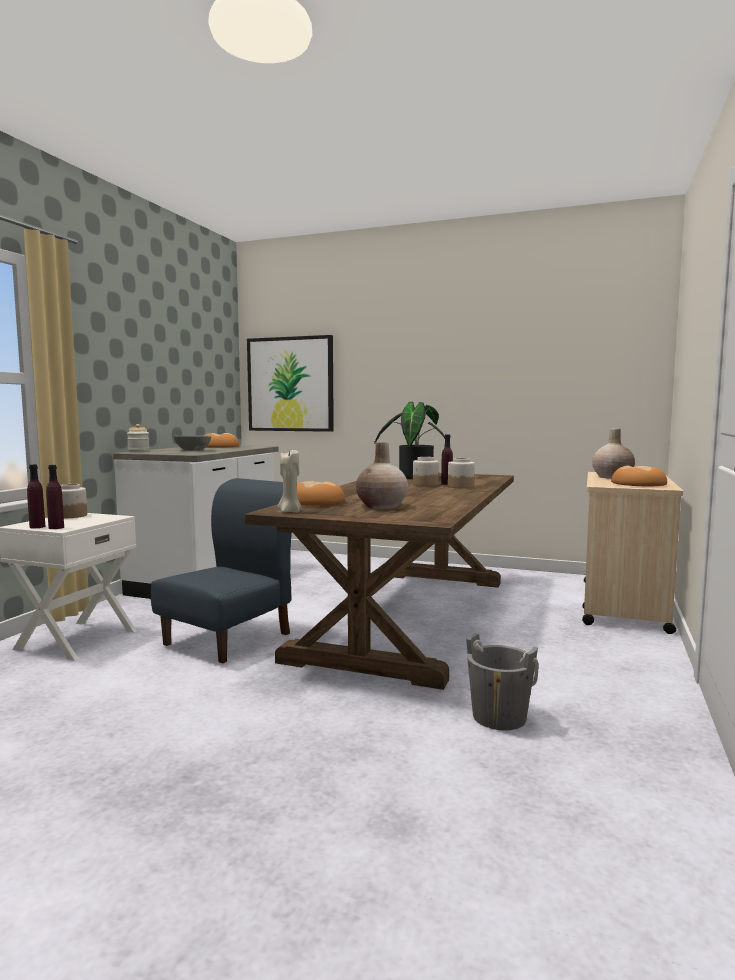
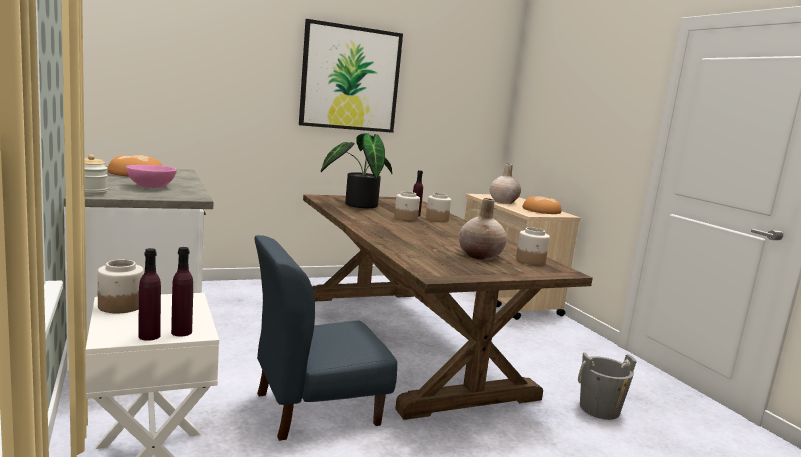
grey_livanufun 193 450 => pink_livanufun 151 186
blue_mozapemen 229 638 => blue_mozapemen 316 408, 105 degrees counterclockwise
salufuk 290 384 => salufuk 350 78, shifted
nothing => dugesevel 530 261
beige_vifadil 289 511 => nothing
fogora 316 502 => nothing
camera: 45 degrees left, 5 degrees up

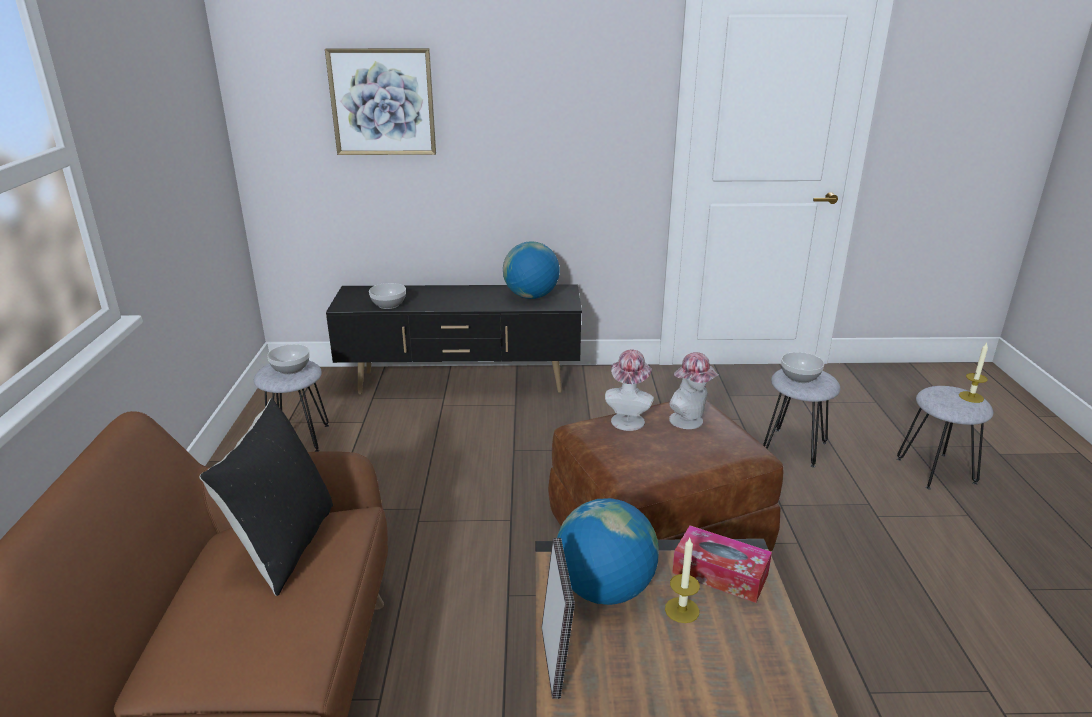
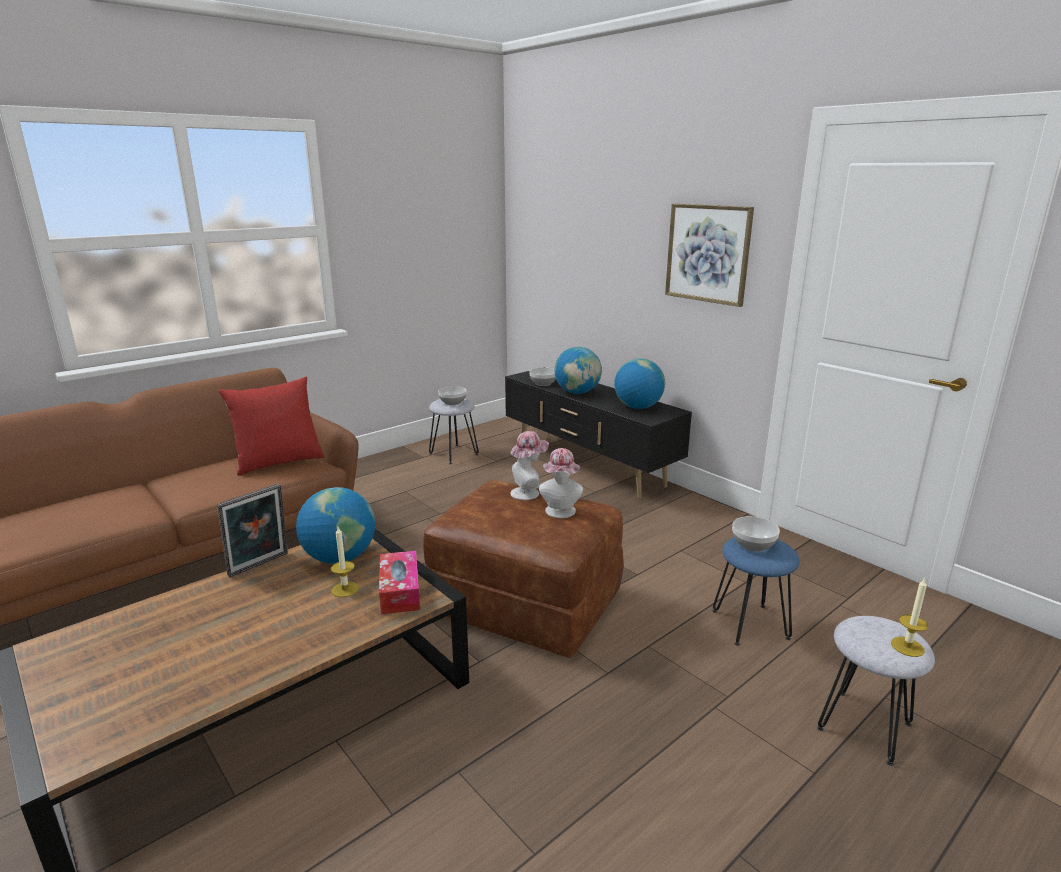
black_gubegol 284 545 => red_gubegol 278 462
nothing => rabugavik 577 392
salufuk 382 102 => salufuk 708 253, shifted
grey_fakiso 795 447 => blue_fakiso 750 625
camera: 50 degrees right, 5 degrees down

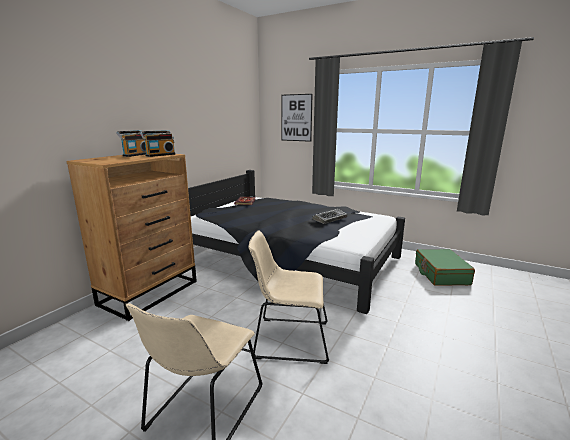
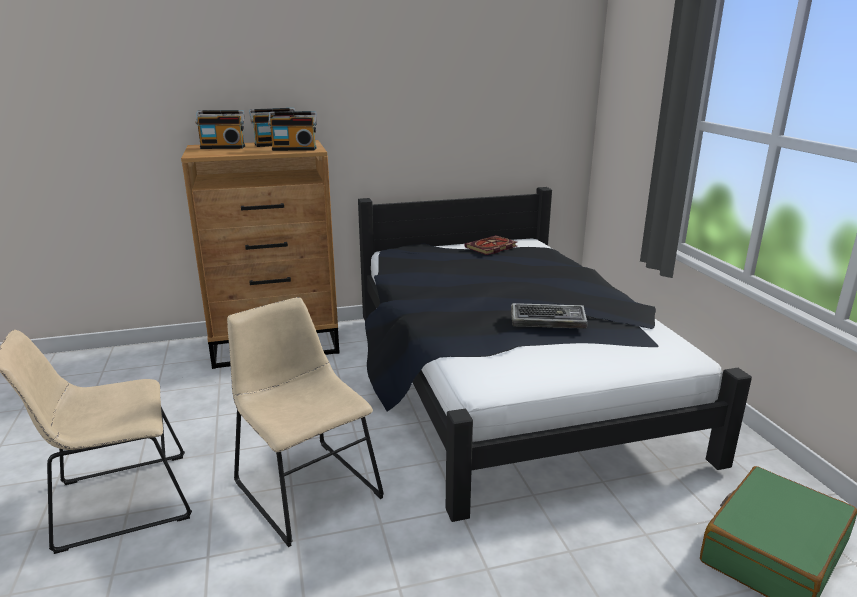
nothing => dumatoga 223 147
salufuk 296 118 => nothing
camera: 45 degrees right, 5 degrees up

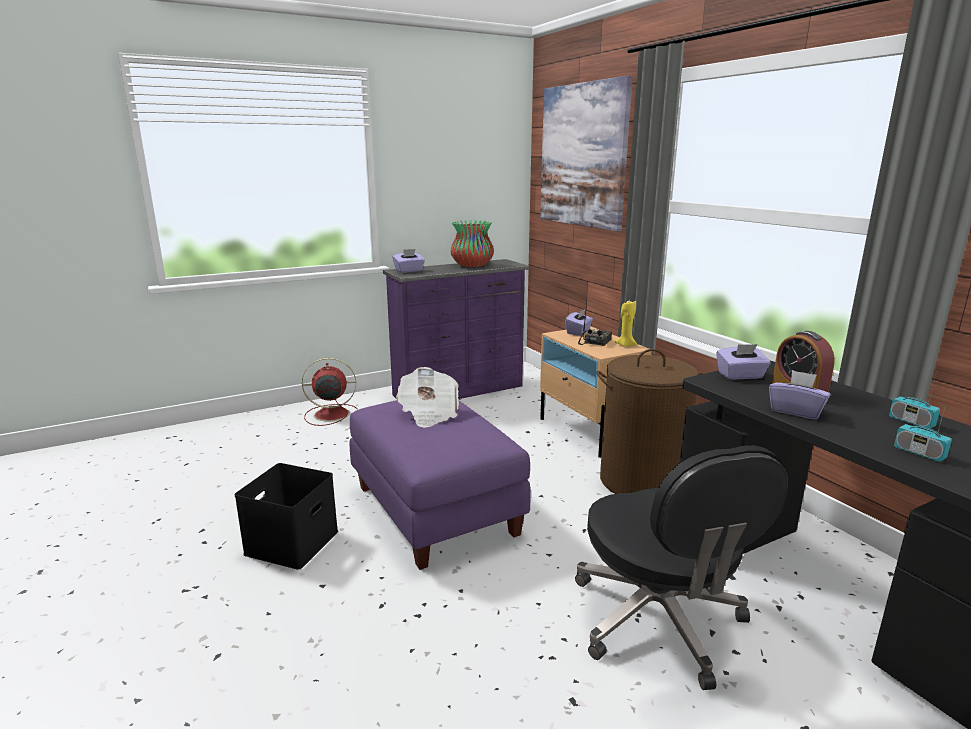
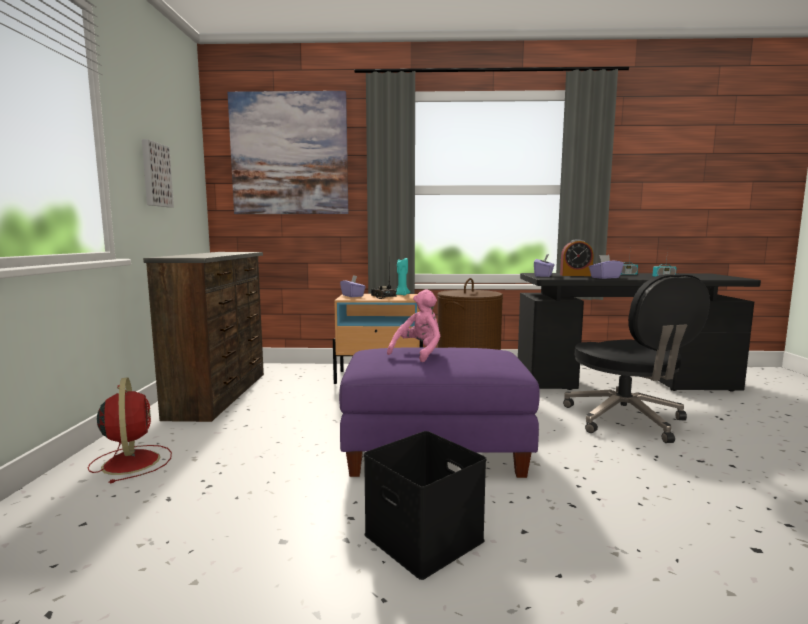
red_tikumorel 330 414 => red_tikumorel 131 461, 135 degrees clockwise
nothing => salufuk 155 175
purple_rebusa 460 391 => brown_rebusa 221 394
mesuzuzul 428 413 => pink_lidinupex 419 353
yellow_vifadil 625 345 => turquoise_vifadil 402 294
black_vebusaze 659 622 => black_vebusaze 626 420, 60 degrees clockwise
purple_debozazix 409 271 => nothing
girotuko 472 265 => nothing
camera: 60 degrees left, 10 degrees down

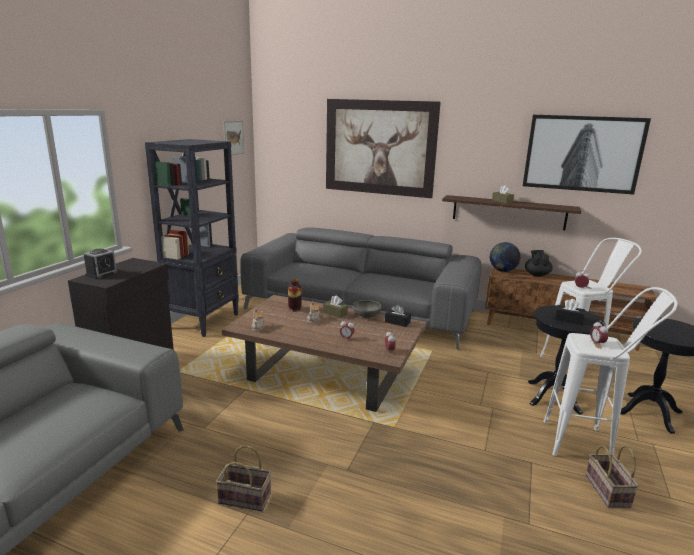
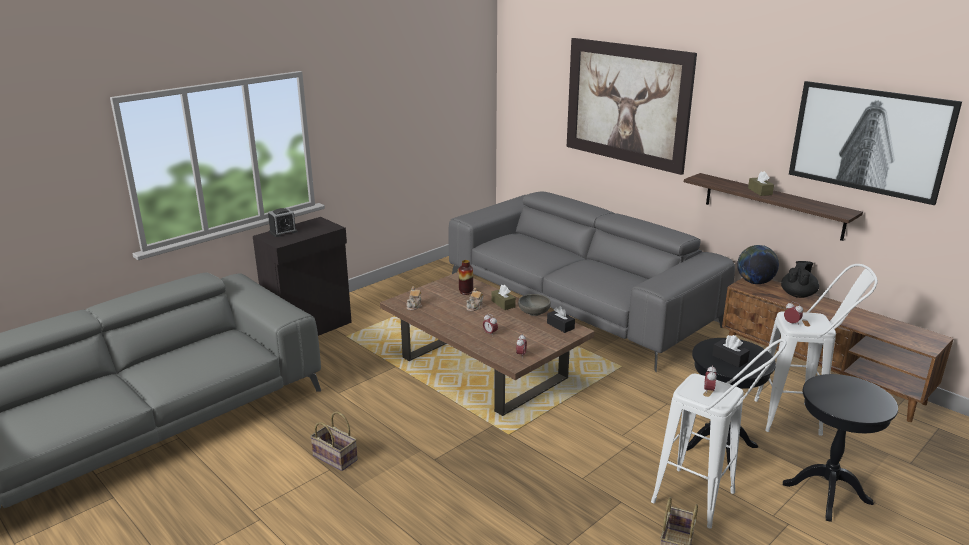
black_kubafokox 204 321 => nothing
salufuk 233 137 => nothing
camera: 25 degrees right, 5 degrees up

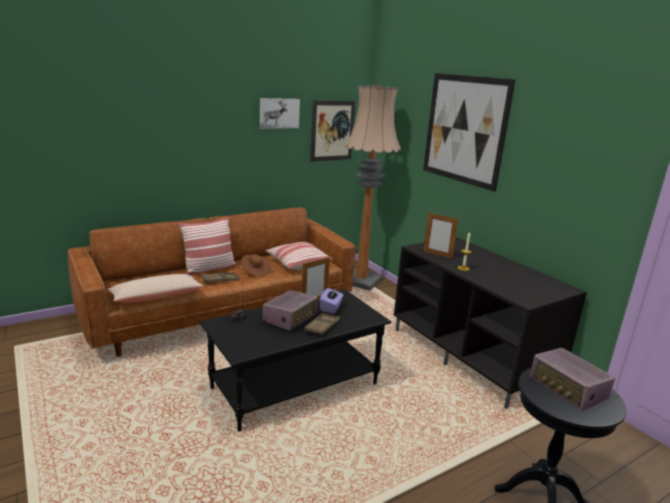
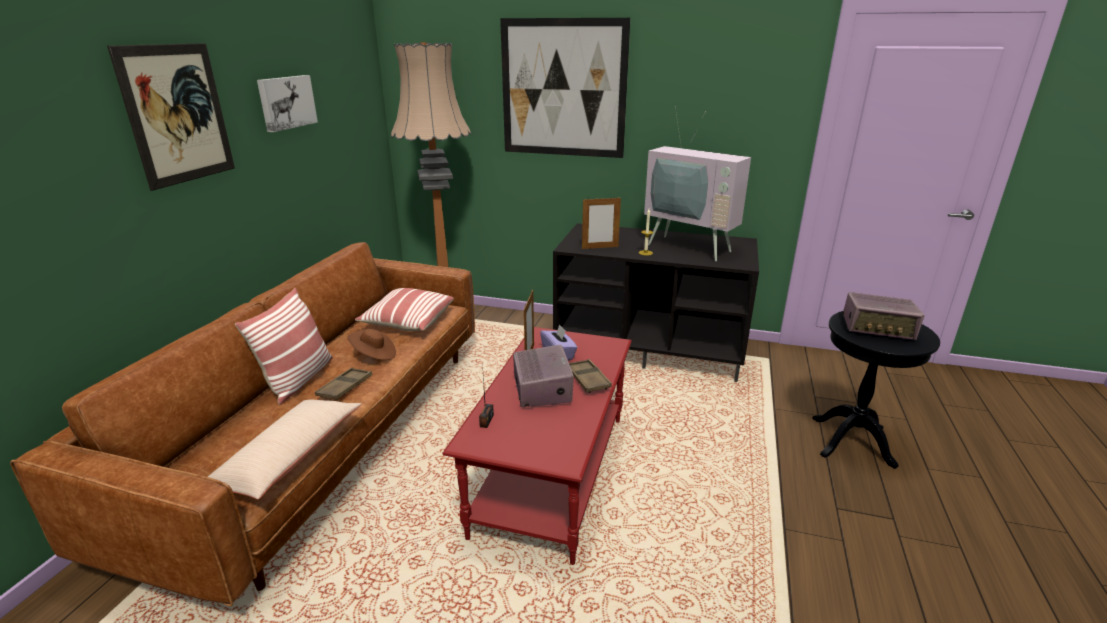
salufuk 332 131 => salufuk 177 114, shifted
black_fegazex 295 386 => red_fegazex 551 472
nothing => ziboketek 692 246
camera: 40 degrees left, 5 degrees up

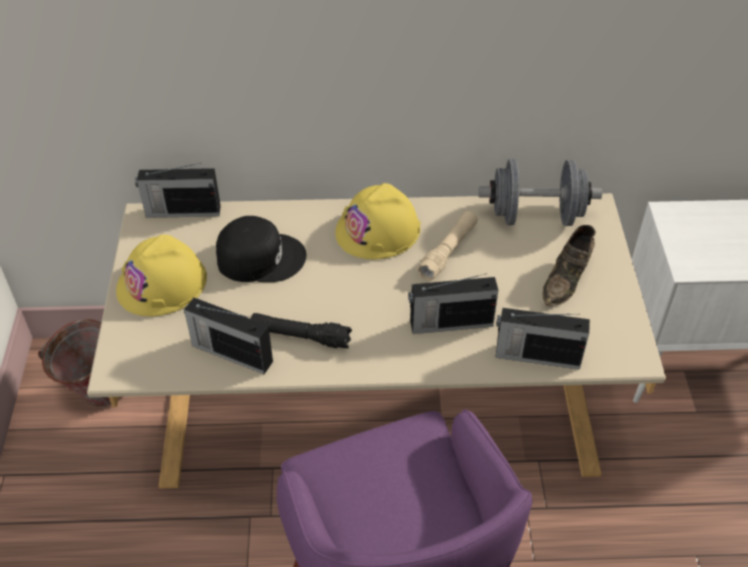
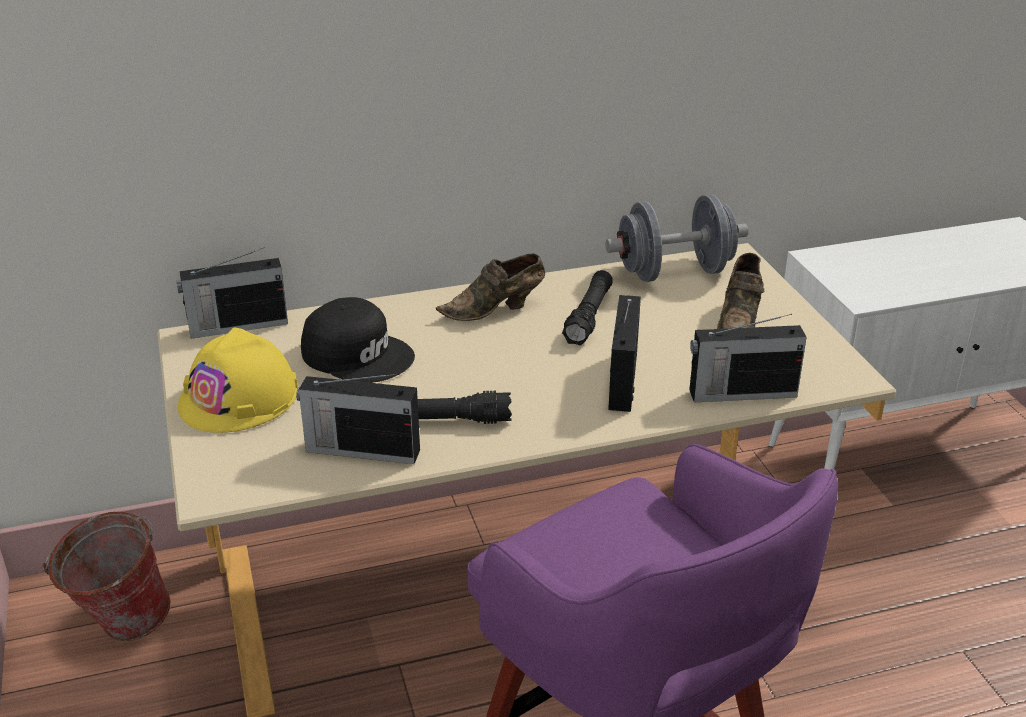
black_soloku 260 256 => black_soloku 358 354, 45 degrees clockwise
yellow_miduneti 378 230 => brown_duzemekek 495 310
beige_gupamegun 448 251 => black_gupamegun 589 316
dumatoga 449 323 => dumatoga 623 380, 120 degrees clockwise
camera: 15 degrees left, 15 degrees down

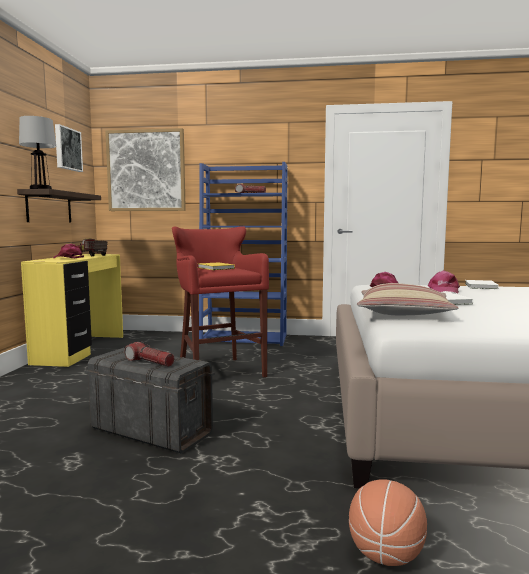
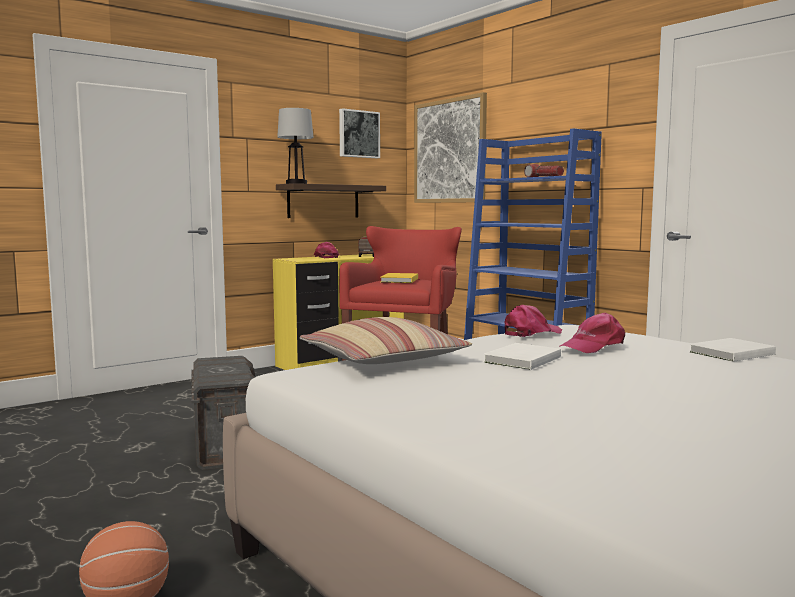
gupamegun 150 362 => nothing
camera: 45 degrees right, 0 degrees up

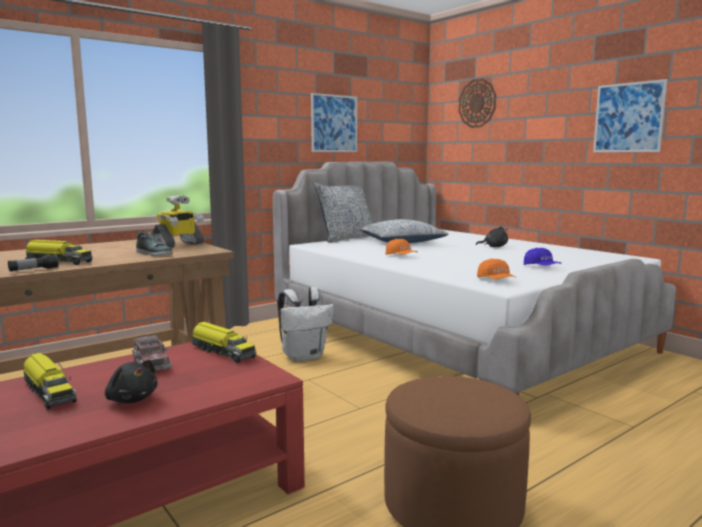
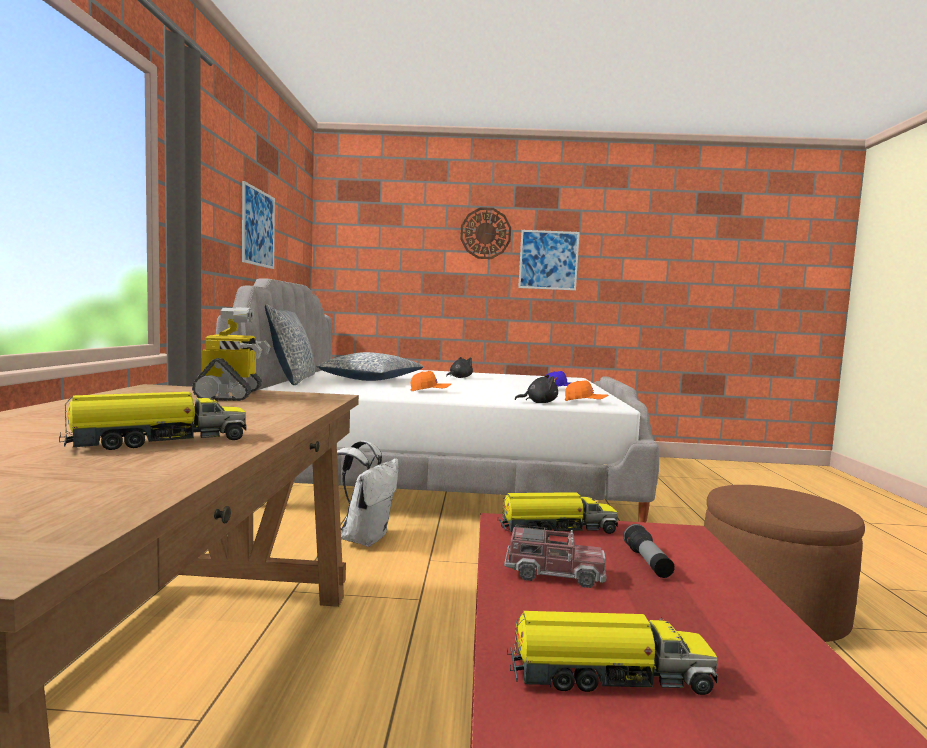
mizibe 477 103 => mizibe 485 233, shifted
black_lidinupex 131 399 => black_lidinupex 539 402, shifted
gupamegun 34 270 => gupamegun 647 563, shifted
duzemekek 155 254 => nothing
camera: 50 degrees left, 5 degrees down

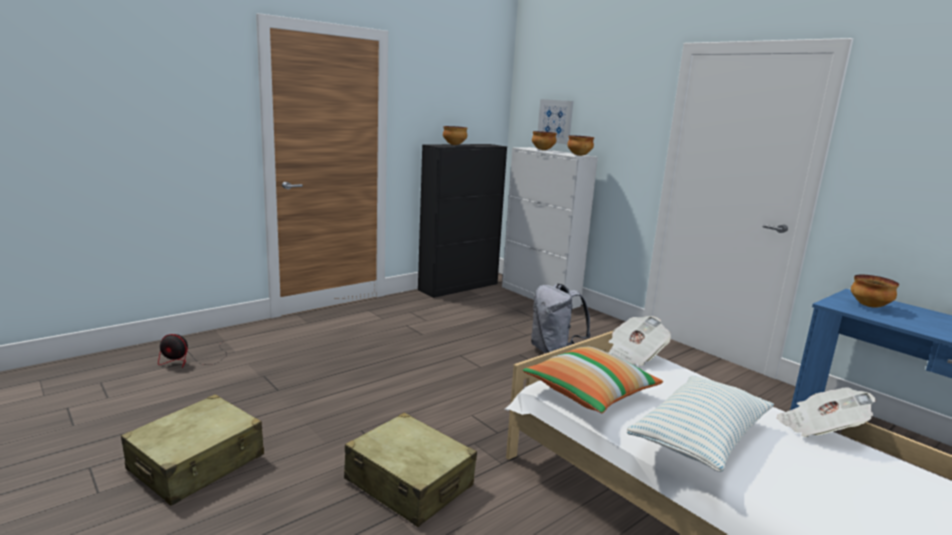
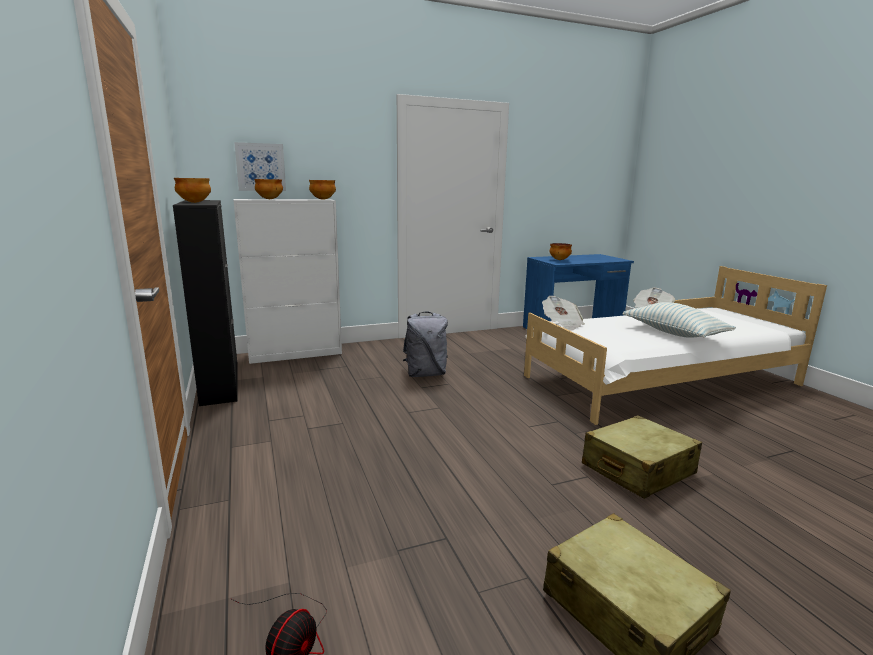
gubegol 590 393 => nothing
camera: 70 degrees left, 0 degrees up

